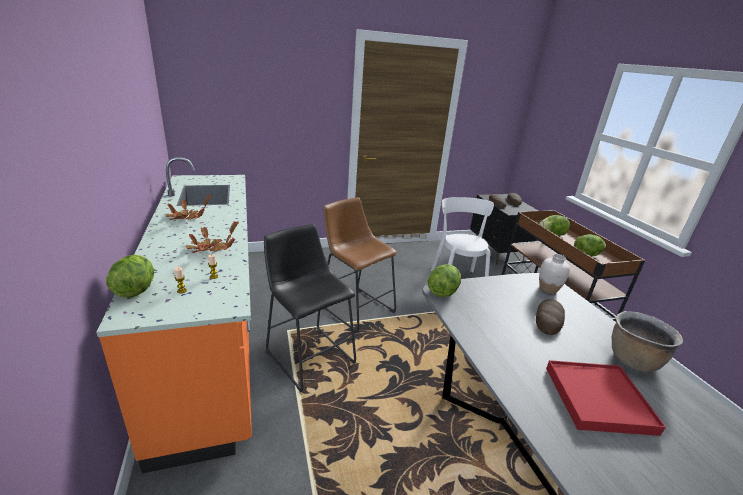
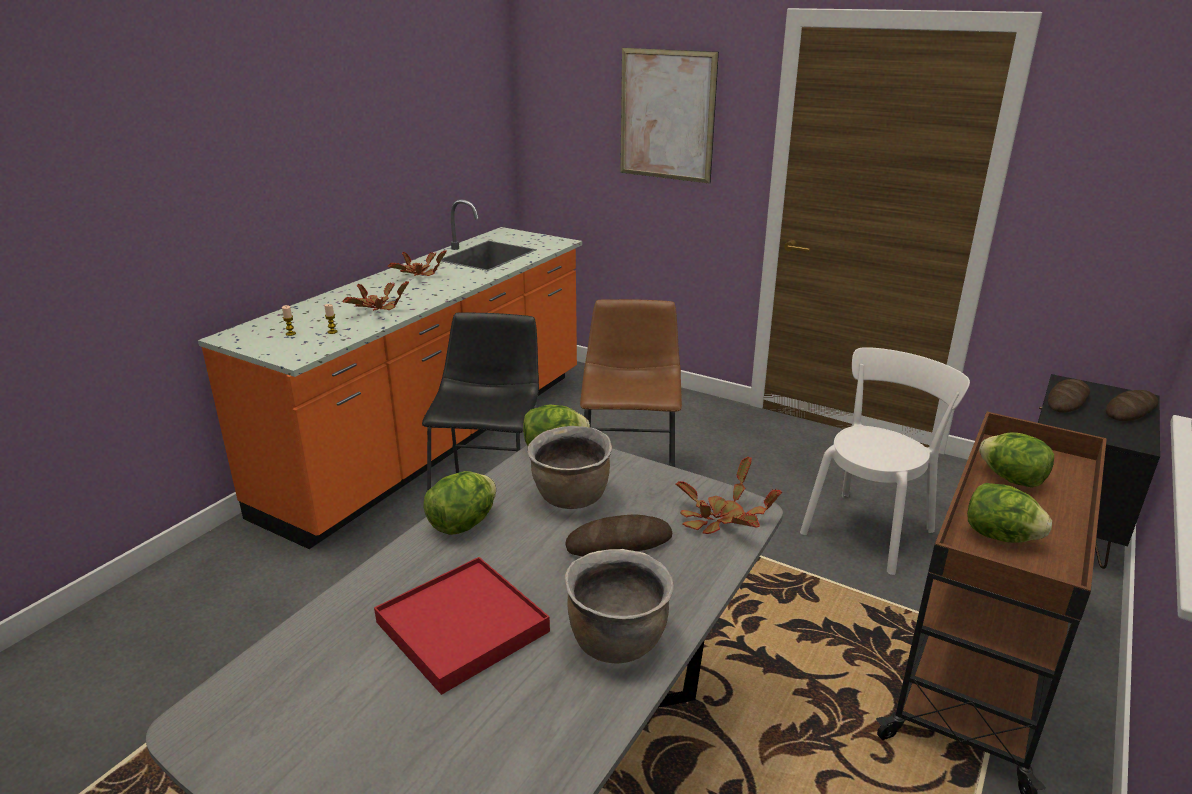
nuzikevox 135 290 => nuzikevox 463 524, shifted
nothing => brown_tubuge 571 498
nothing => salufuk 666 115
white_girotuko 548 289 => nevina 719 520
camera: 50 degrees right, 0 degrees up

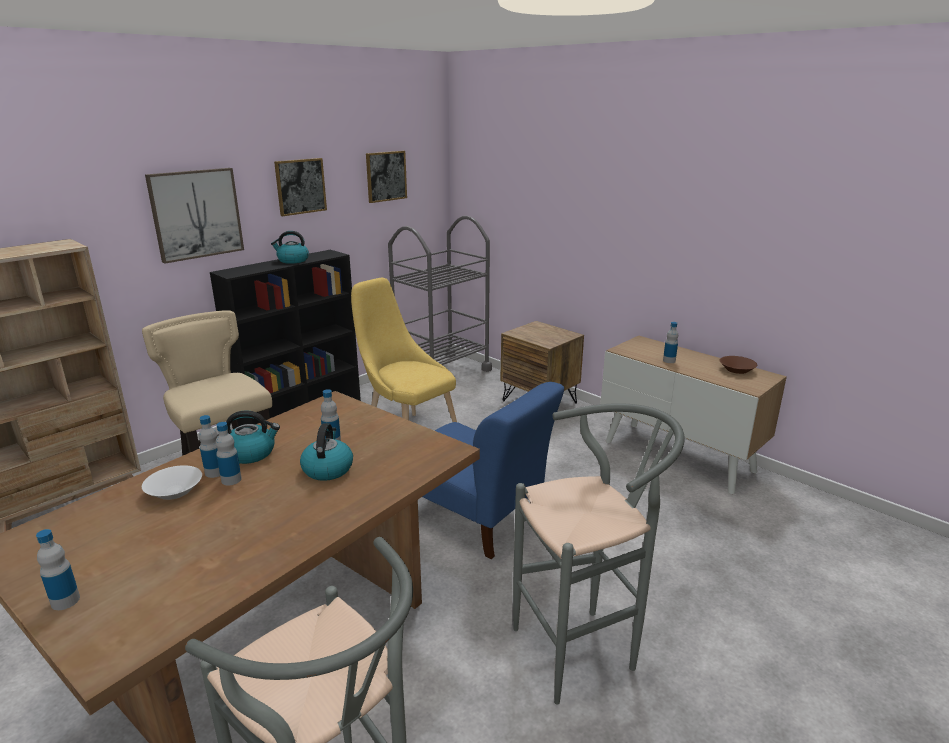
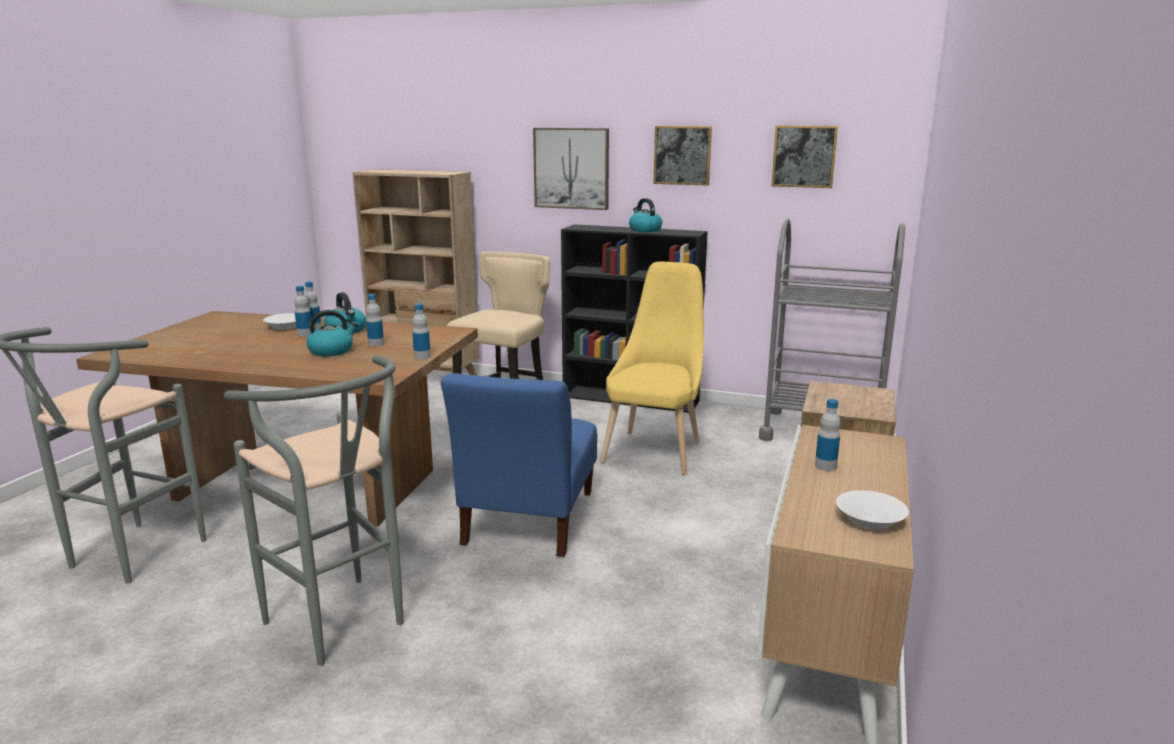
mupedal 65 601 => mupedal 422 357, shifted
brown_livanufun 736 370 => white_livanufun 869 520
camera: 65 degrees right, 5 degrees down

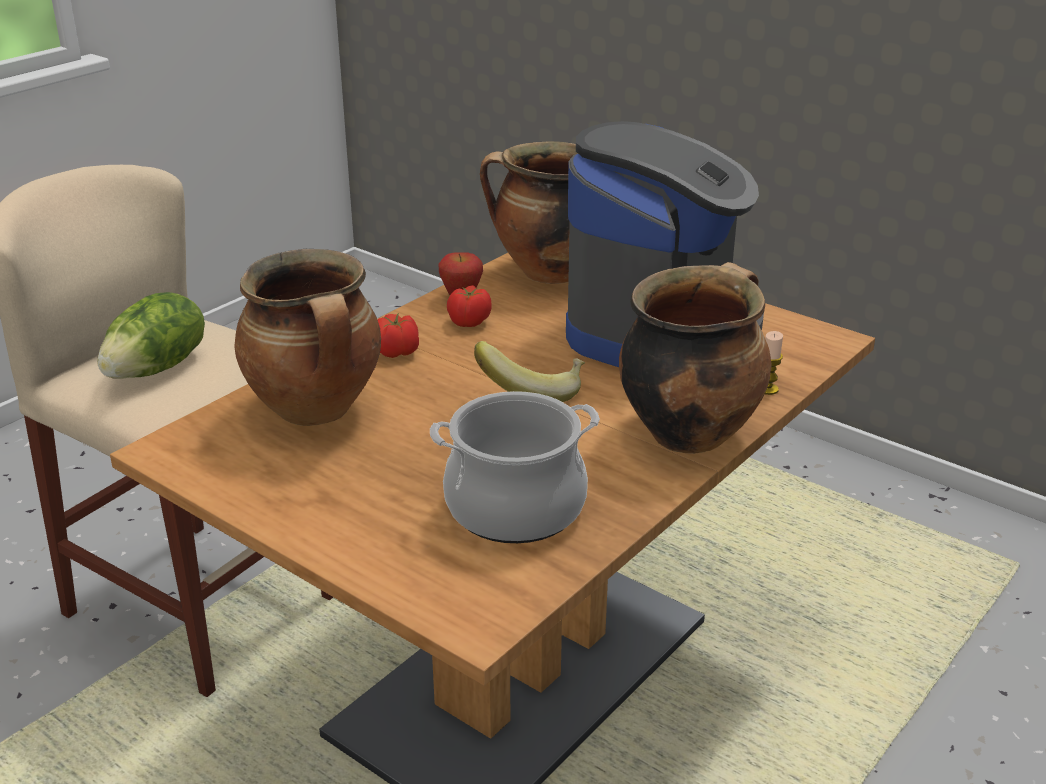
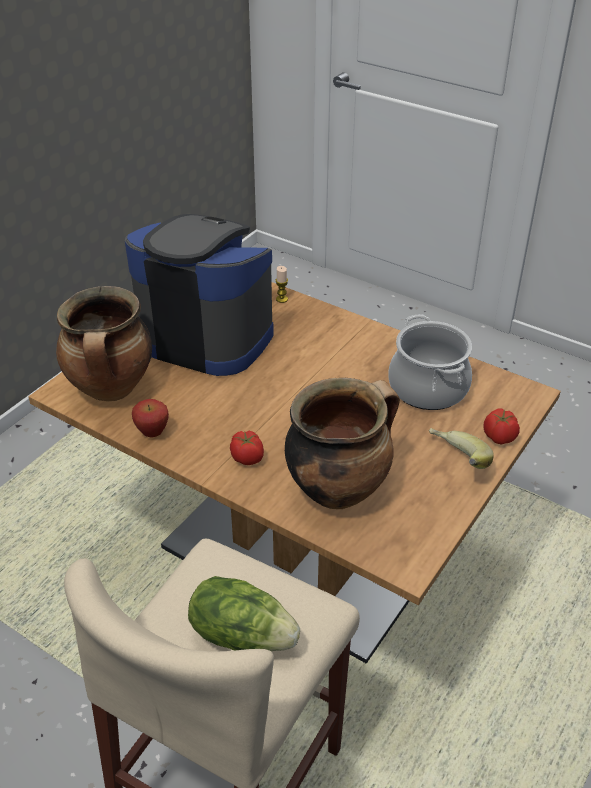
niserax 533 390 => niserax 455 462, shifted
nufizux 469 322 => nufizux 499 437, shifted
tubuge 689 431 => nothing
camera: 95 degrees left, 10 degrees up

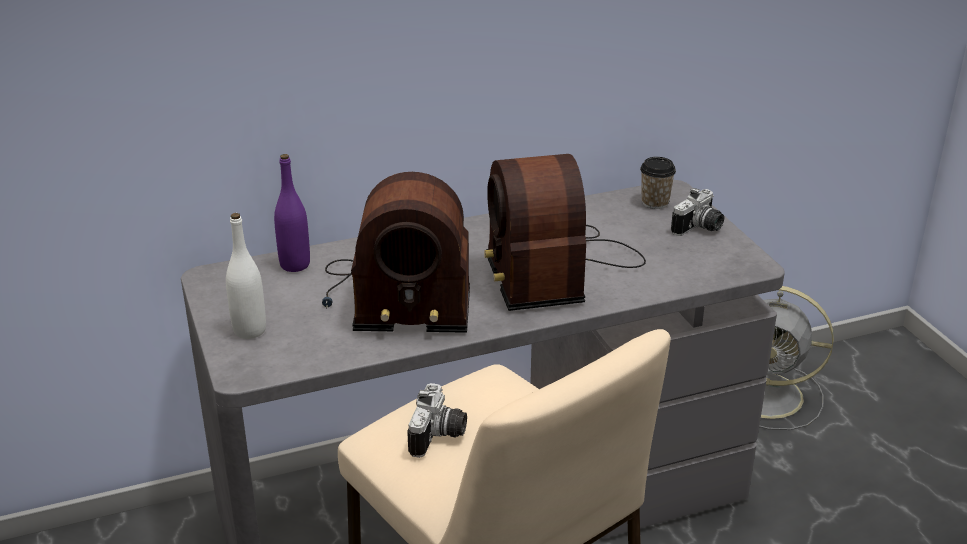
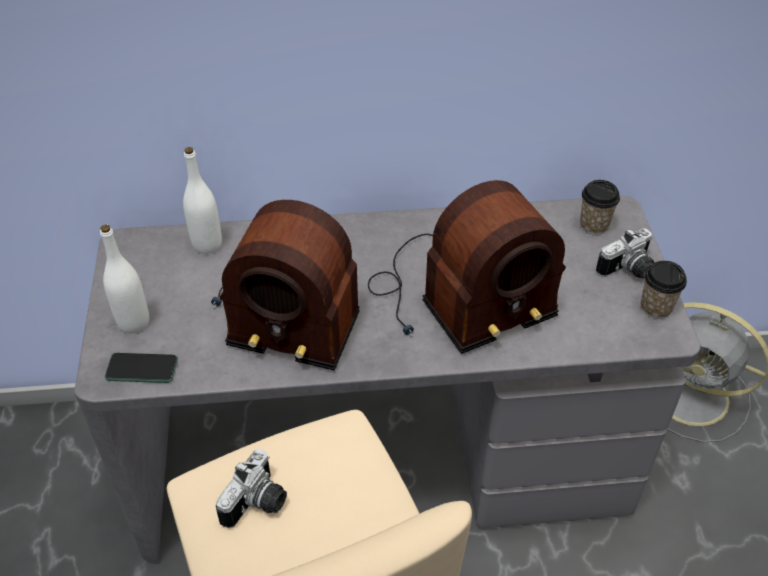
nothing => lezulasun 142 369
purple_mupedal 295 265 => white_mupedal 207 244
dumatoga 556 268 => dumatoga 457 298, 120 degrees counterclockwise
nothing => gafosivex 656 308
camera: 15 degrees right, 15 degrees up

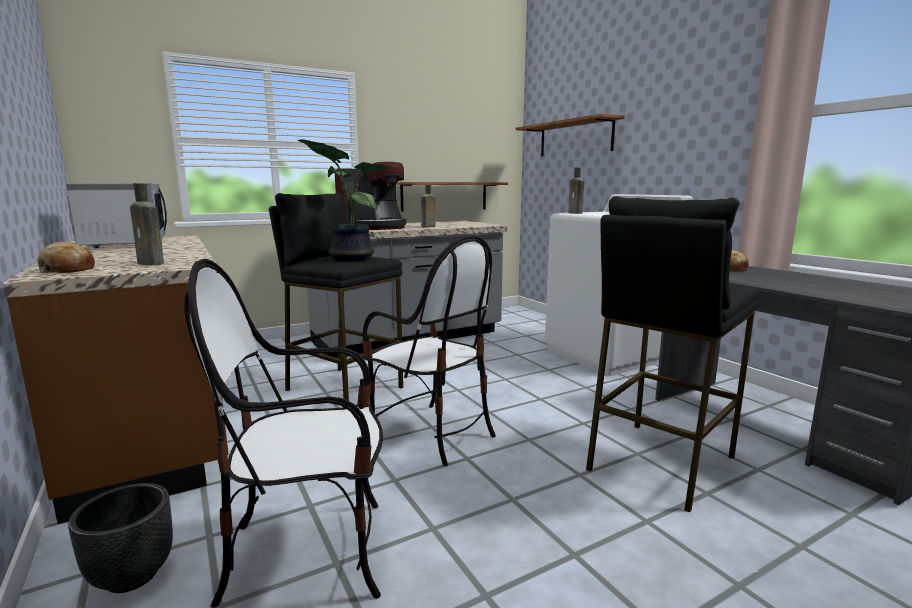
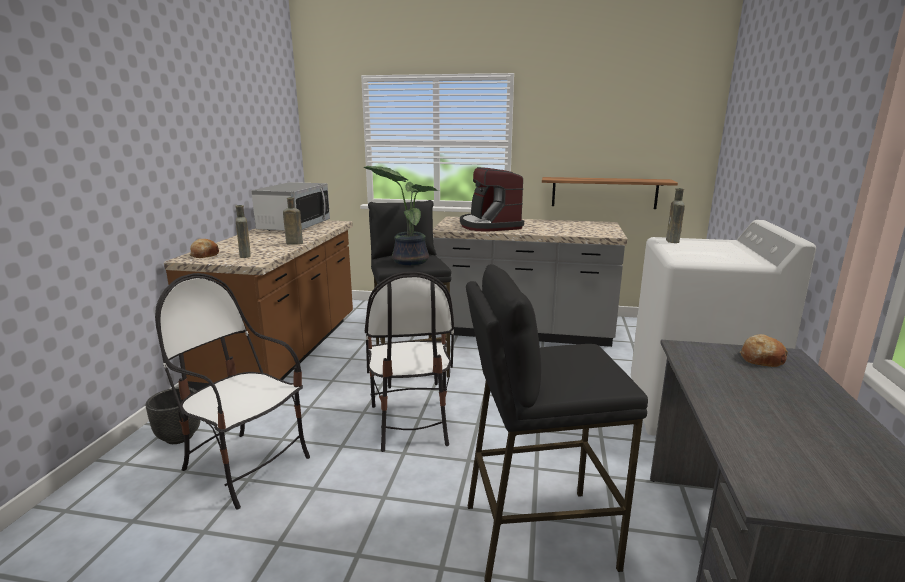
brown_mupedal 427 227 => brown_mupedal 293 243, shifted
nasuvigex 372 227 => nasuvigex 489 225, 60 degrees clockwise
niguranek 575 138 => nothing
camera: 40 degrees right, 5 degrees up

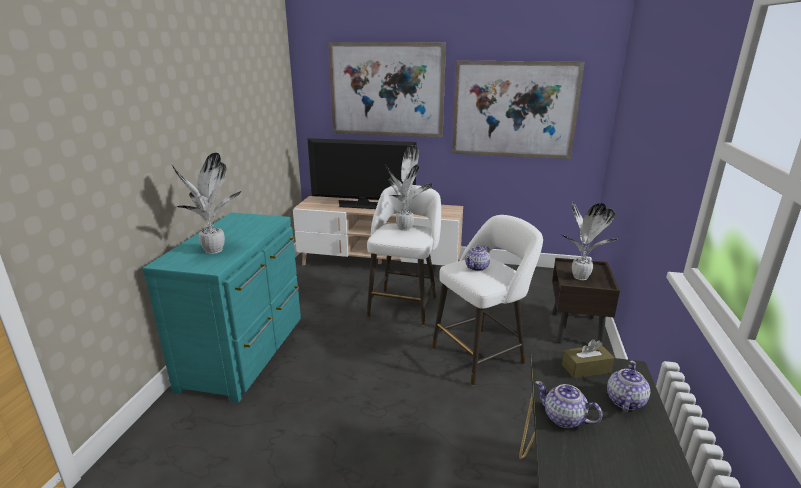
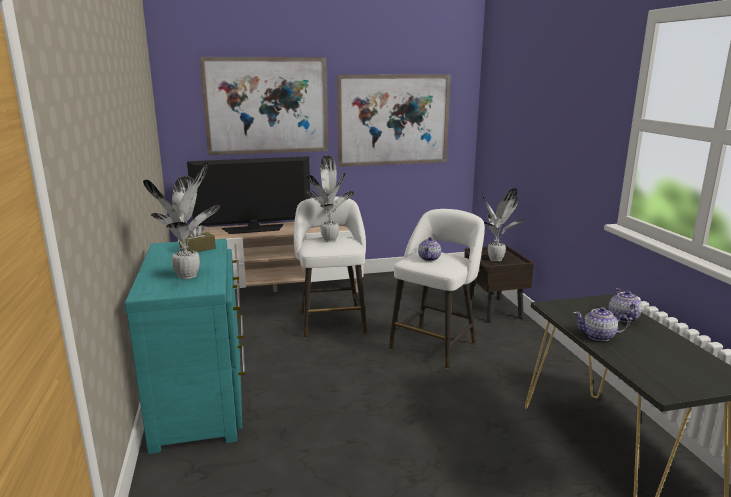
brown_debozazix 586 368 => brown_debozazix 198 249, shifted
camera: 25 degrees left, 5 degrees down

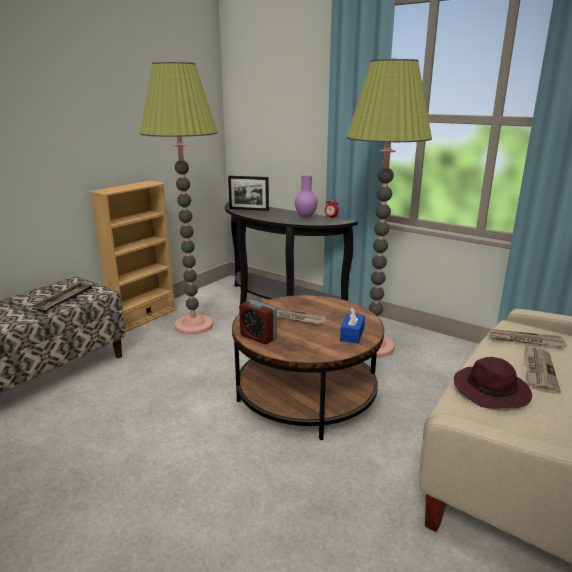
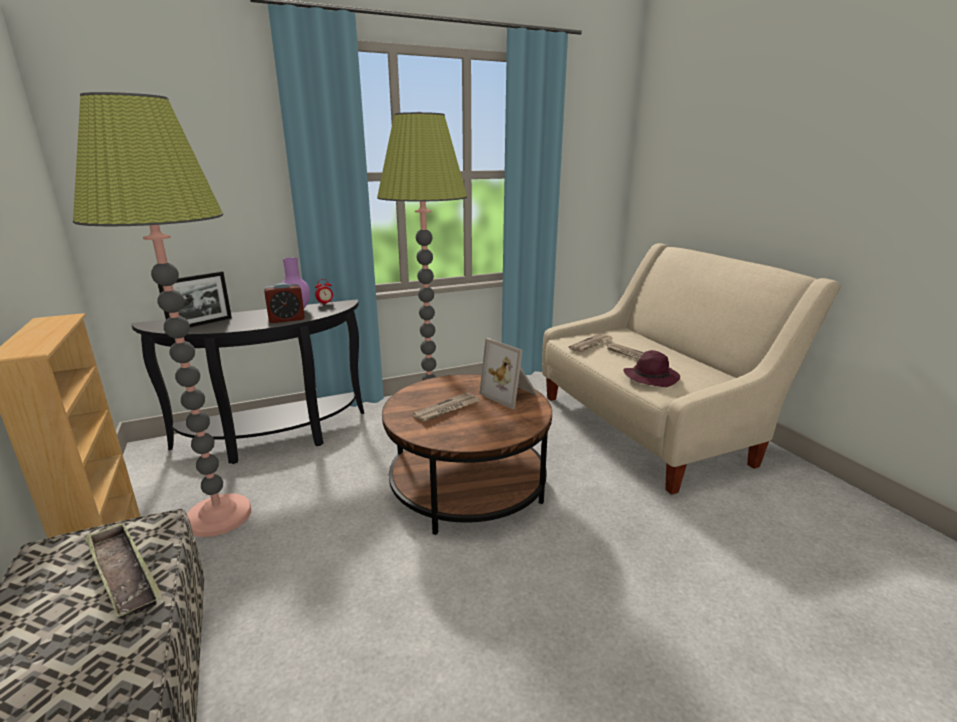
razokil 258 337 => razokil 286 319, shifted
blue_debozazix 352 334 => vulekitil 511 395
camera: 60 degrees left, 0 degrees up

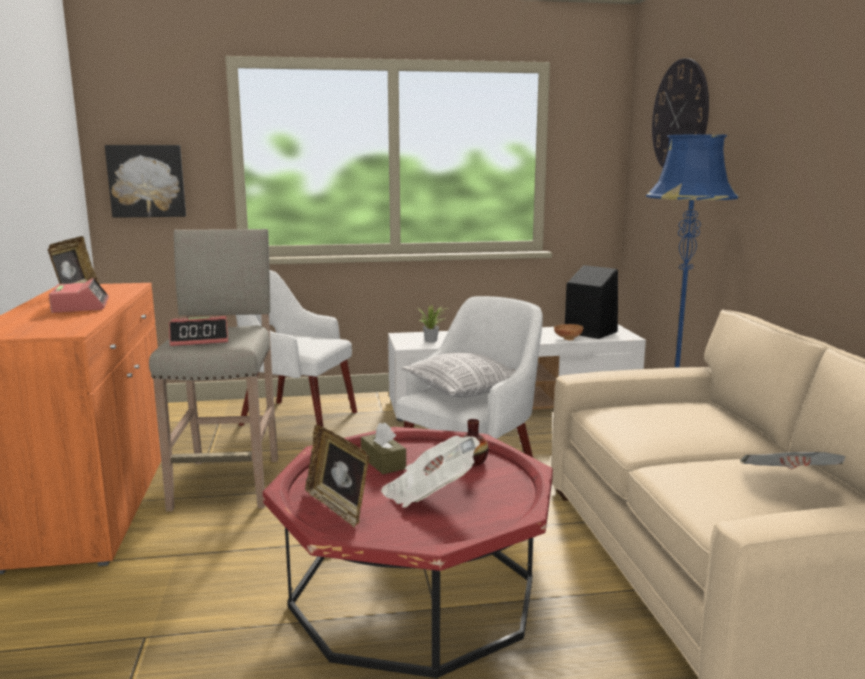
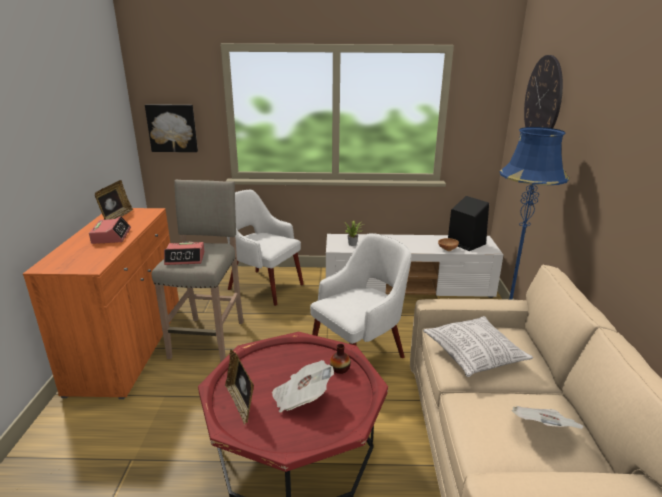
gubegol 465 390 => gubegol 474 355, shifted
brown_debozazix 383 462 => nothing
camera: 10 degrees right, 10 degrees up

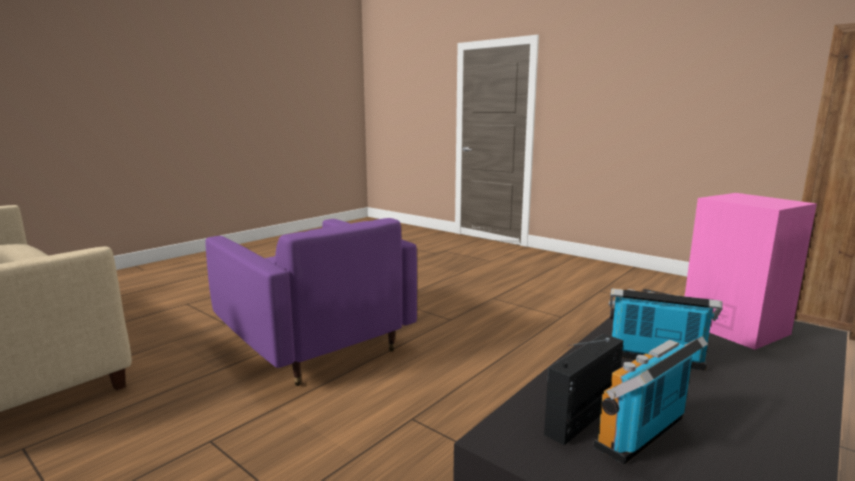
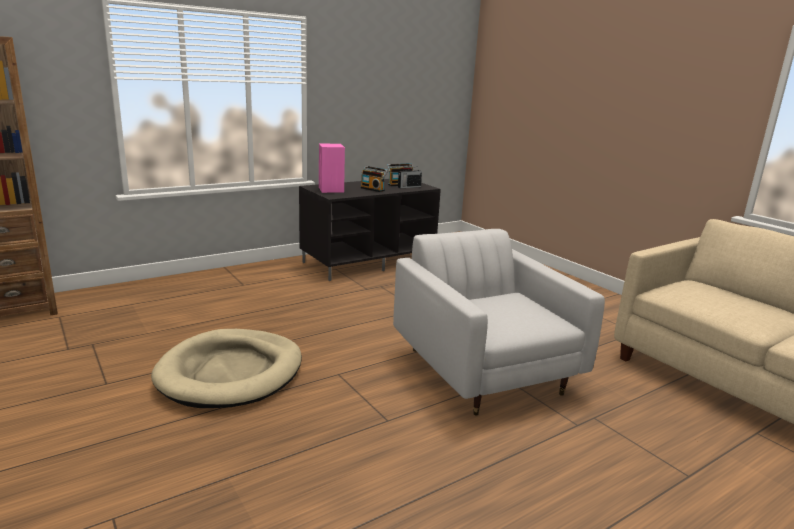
nothing => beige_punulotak 231 372
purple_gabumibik 314 343 => white_gabumibik 483 371
camera: 165 degrees left, 5 degrees up

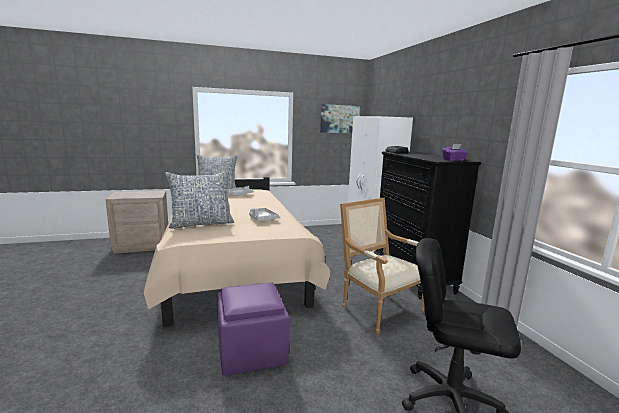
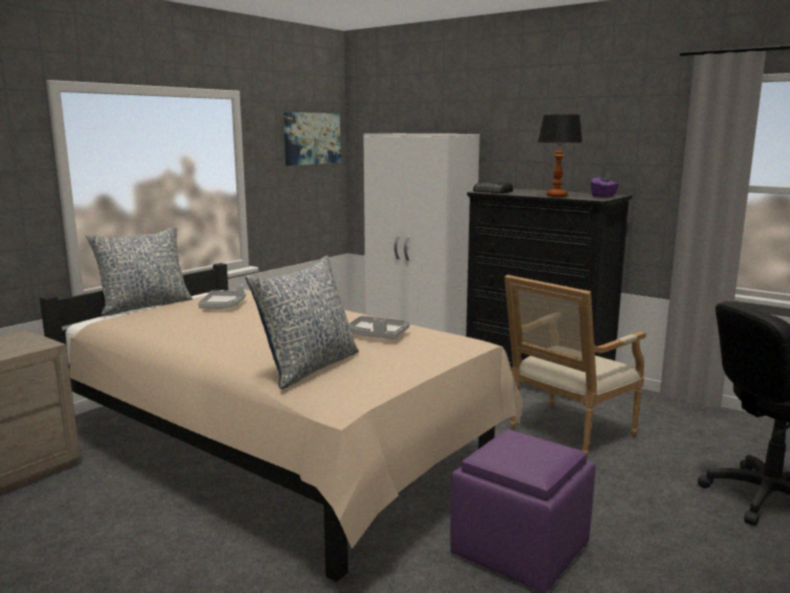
gabumibik 378 309 => gabumibik 565 433, 60 degrees counterclockwise
nothing => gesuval 556 196
camera: 35 degrees left, 0 degrees up

